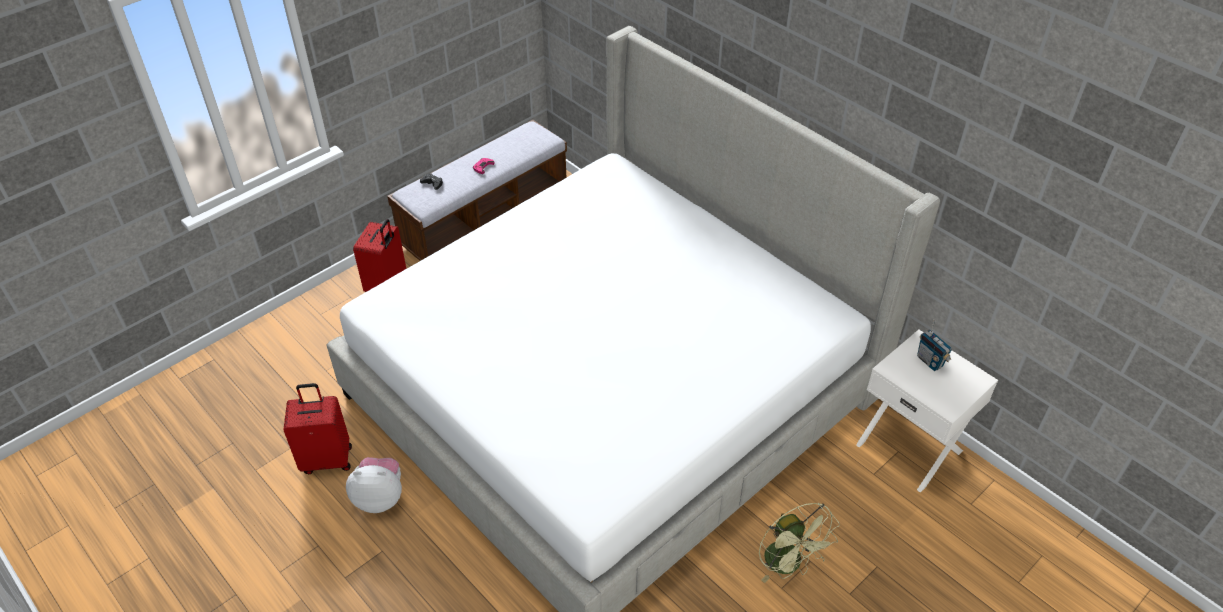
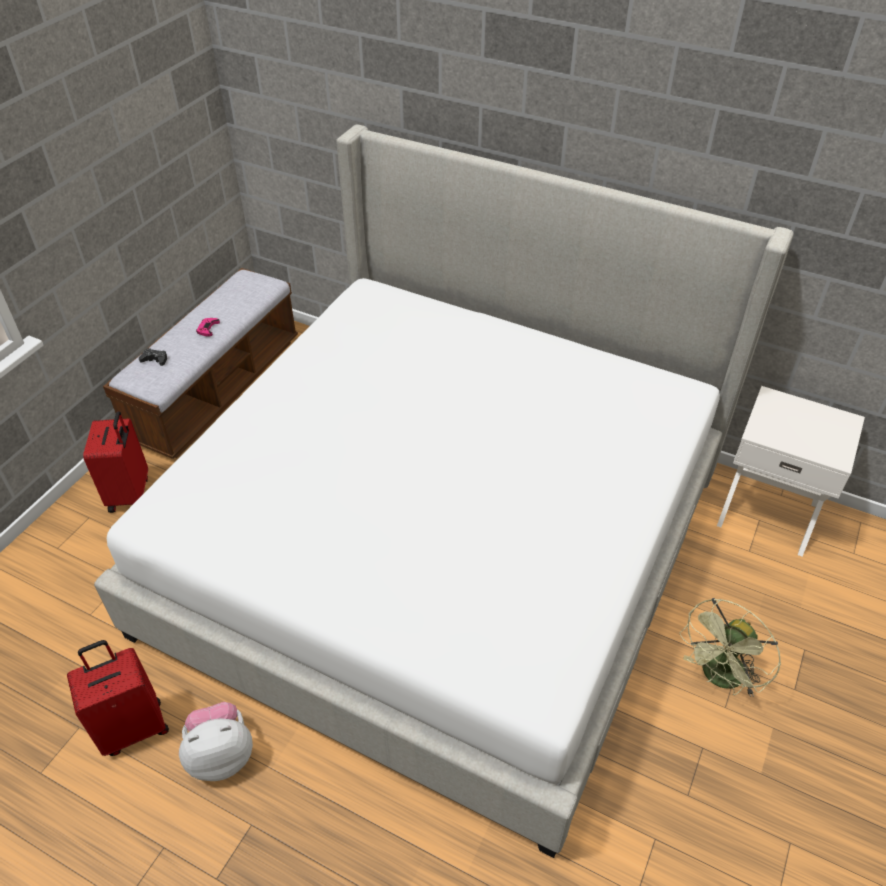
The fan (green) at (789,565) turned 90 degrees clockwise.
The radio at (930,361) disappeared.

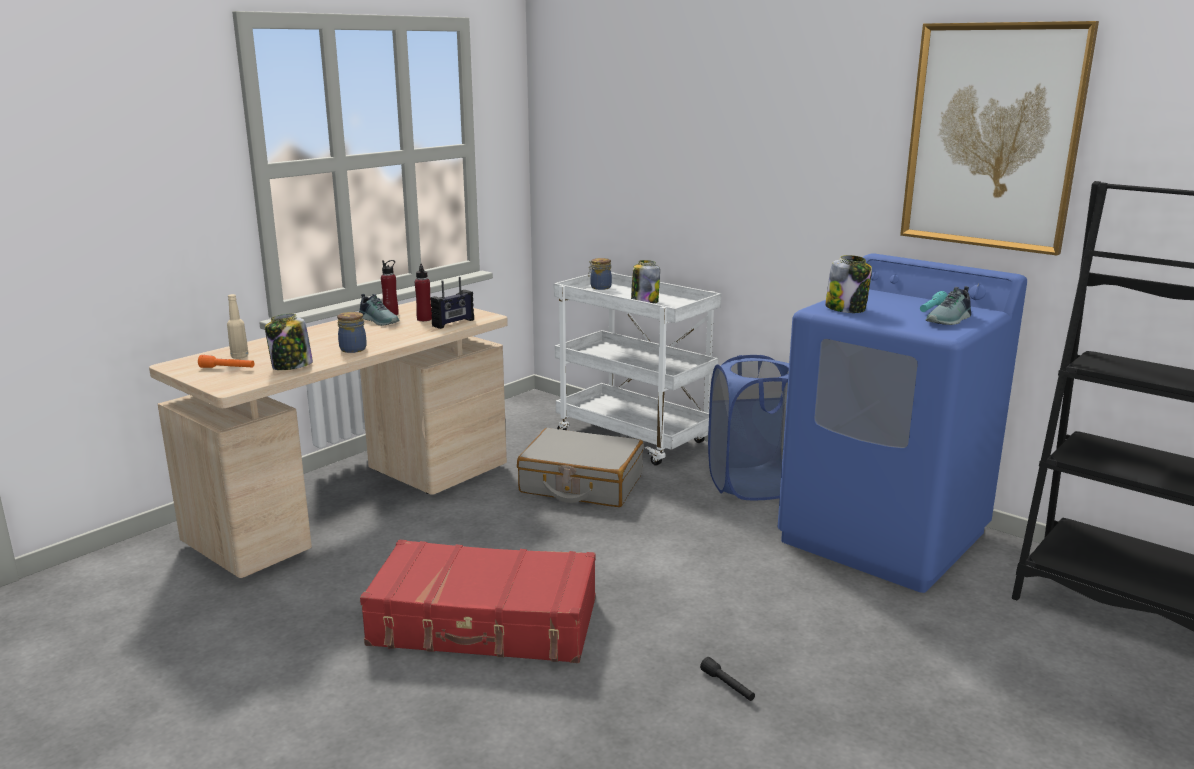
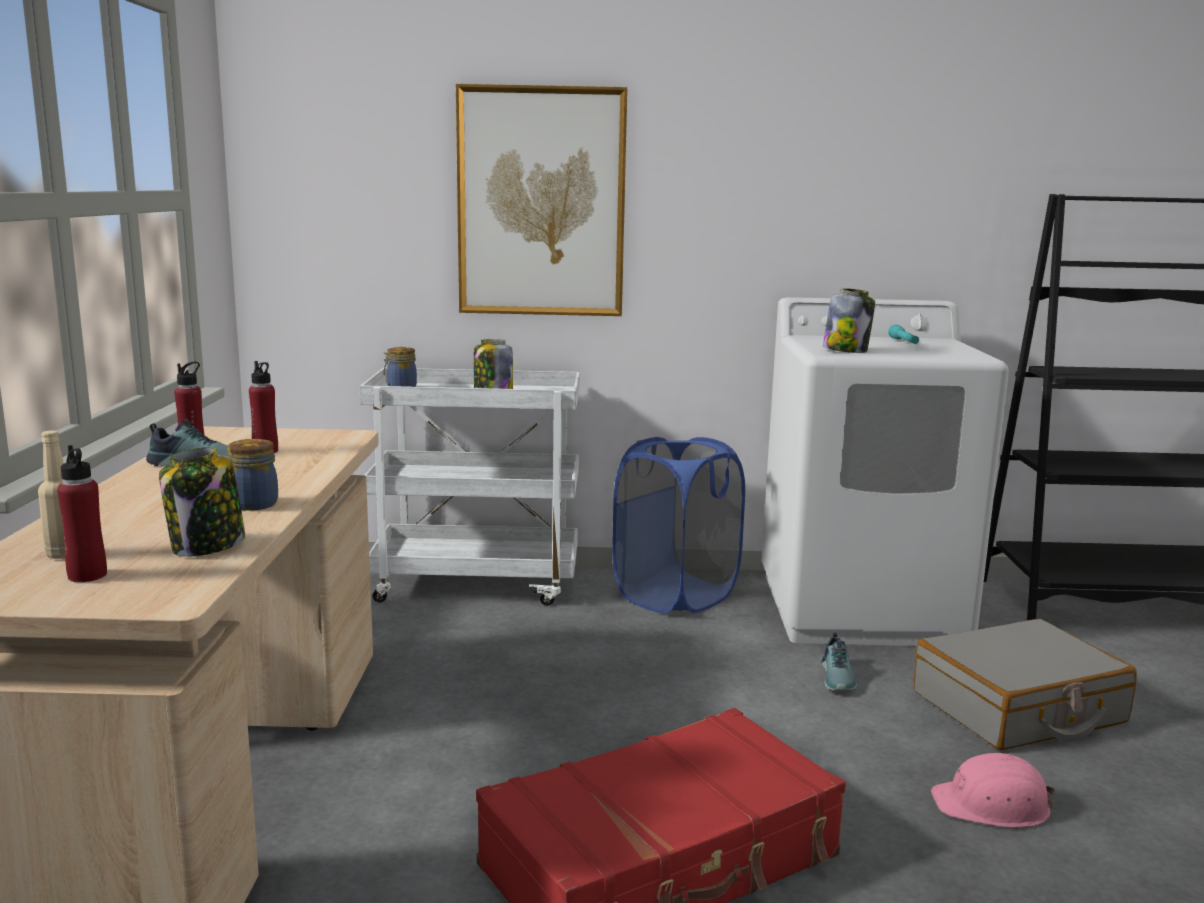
The flashlight (orange) at (227,368) was replaced by the bottle (red) at (87,575).
The radio at (453,323) disappeared.
The suitcase (grey) moved from (581,484) to (1018,708).
The flashlight (black) at (727,686) was replaced by the hard hat (pink) at (992,805).
The washing machine (blue) at (884,537) became the washing machine (white) at (861,608).
The picture moved from (992,137) to (541,202).
The shoe moved from (950,320) to (839,678).

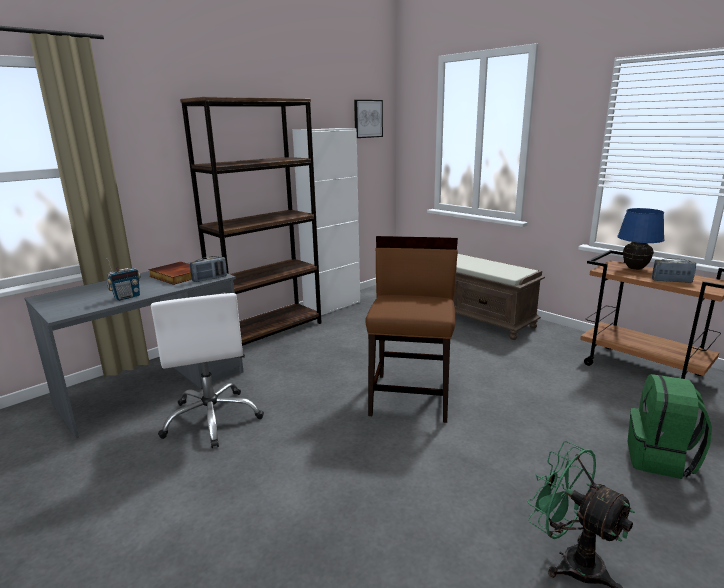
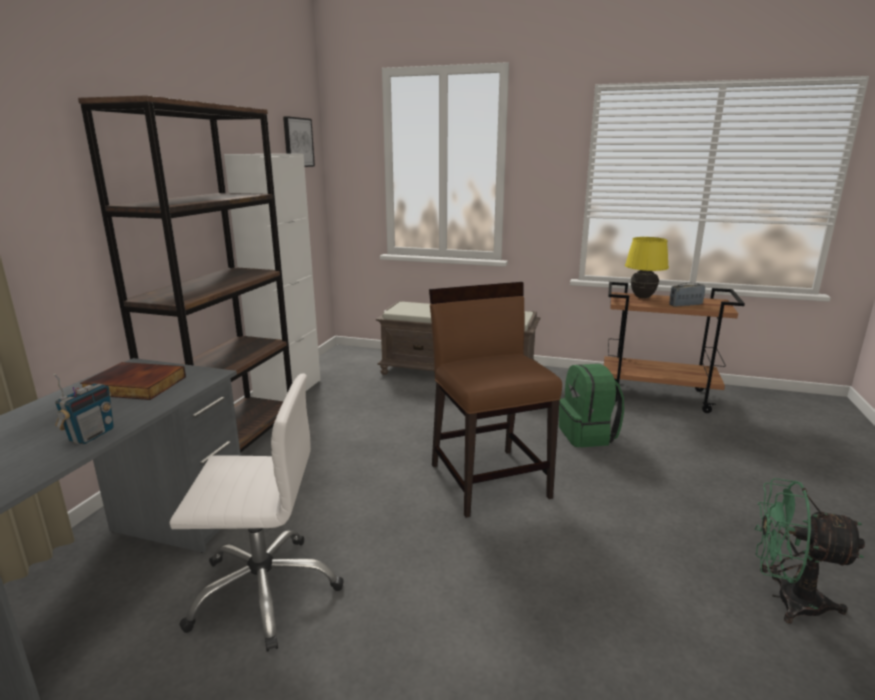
The office chair (white) at (213,418) turned 45 degrees counterclockwise.
The radio at (210,279) disappeared.
The table lamp (blue) at (635,268) became the table lamp (yellow) at (642,297).
The backpack (green) moved from (660,459) to (588,435).

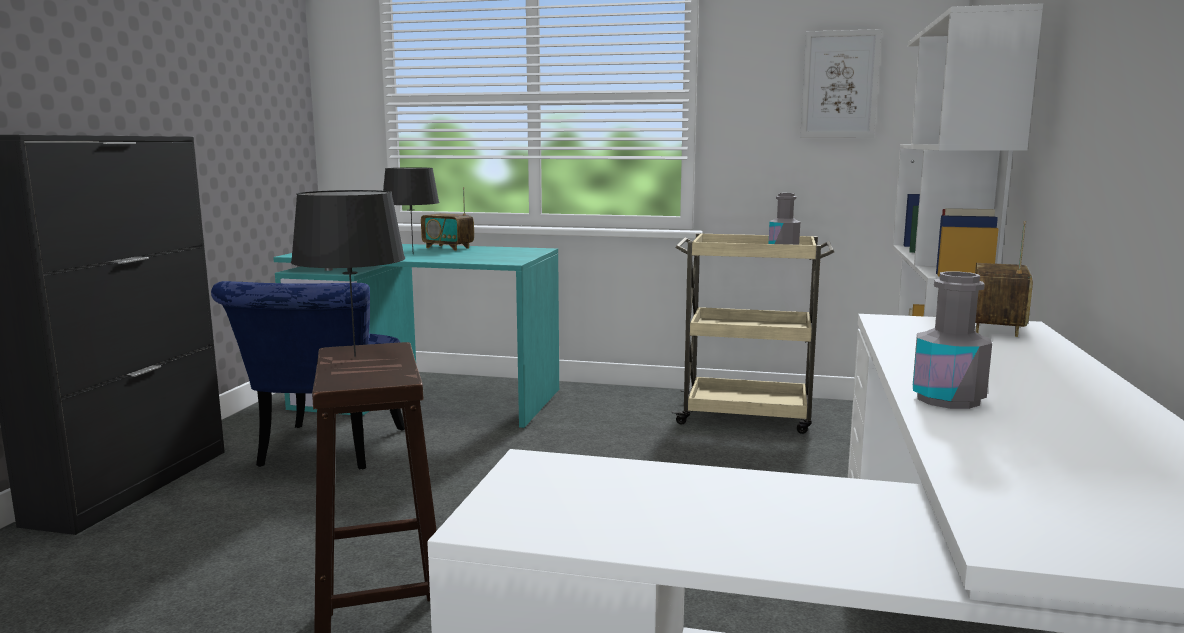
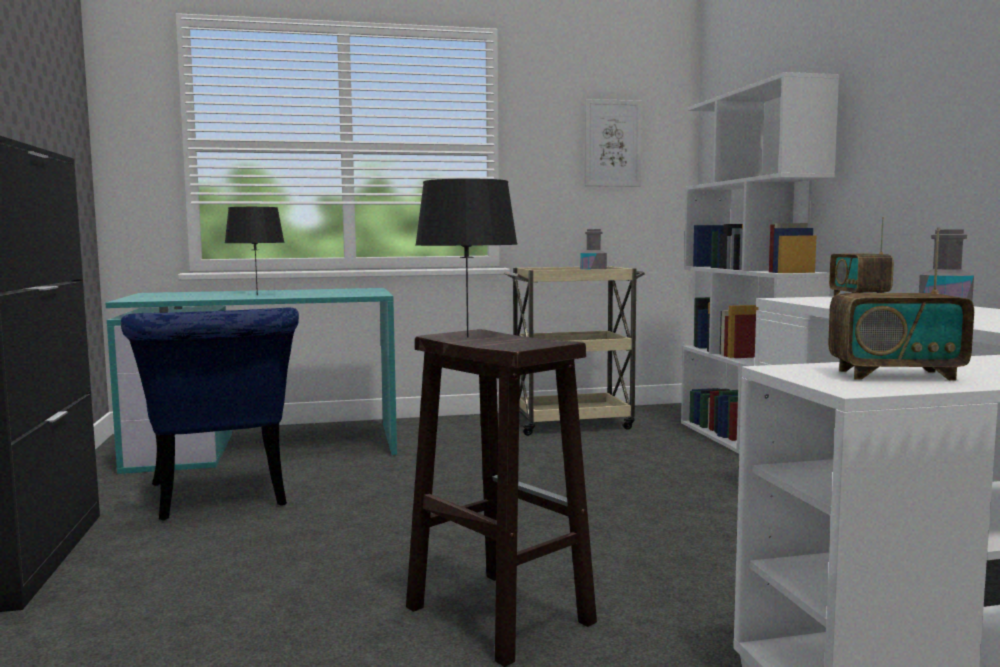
The radio moved from (448,248) to (895,375).

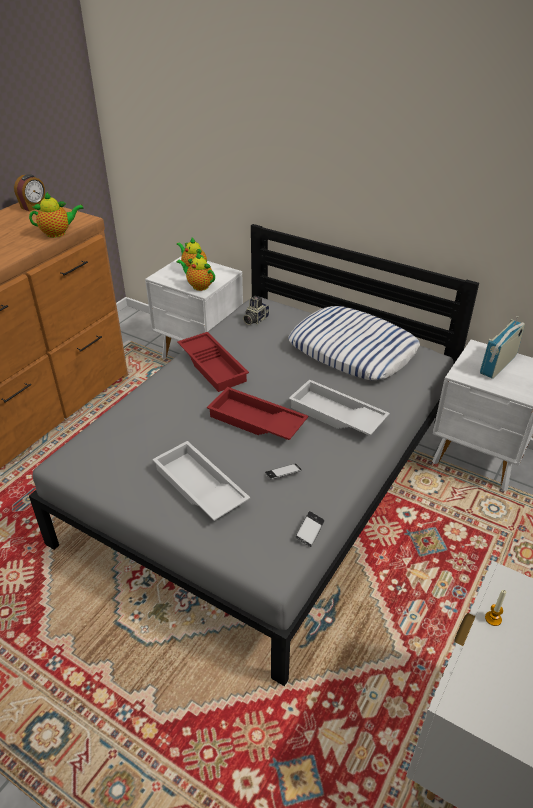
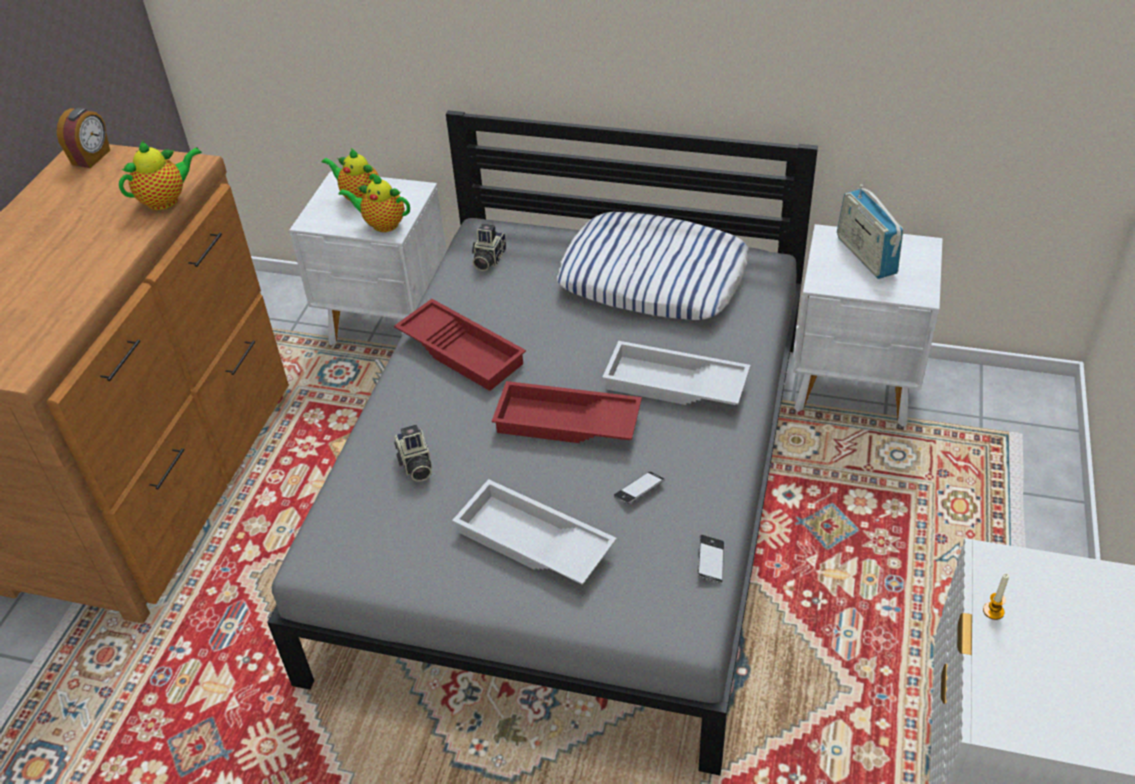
The radio at (498,364) turned 45 degrees counterclockwise.
The photo camera at (415,465) appeared.

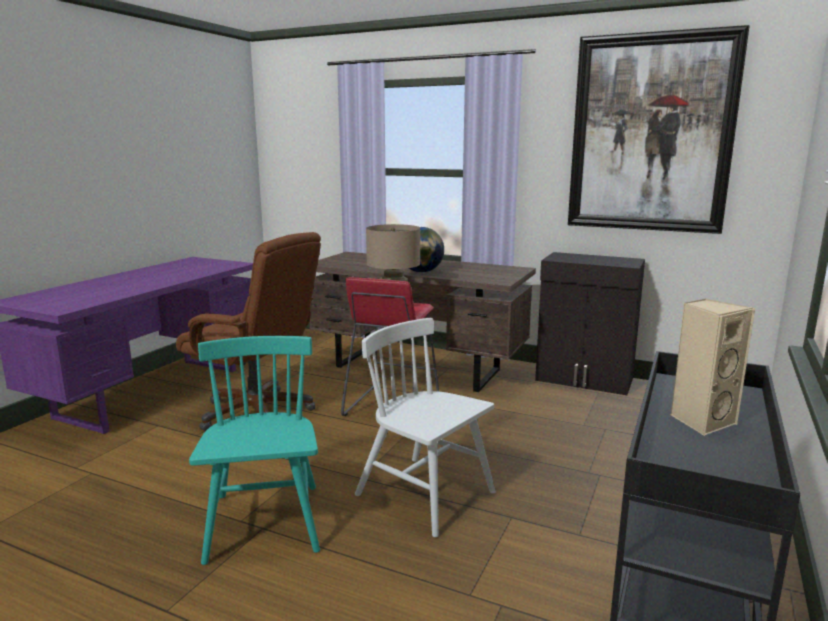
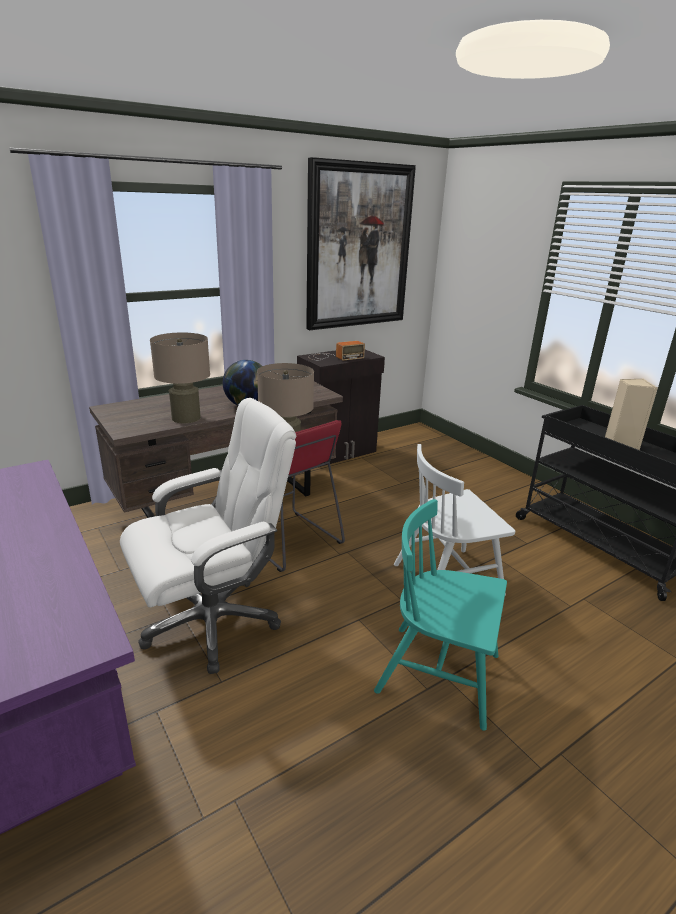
The office chair (brown) at (257,412) became the office chair (white) at (213,621).
The table lamp (beige) at (186,418) appeared.
The radio at (333,357) appeared.

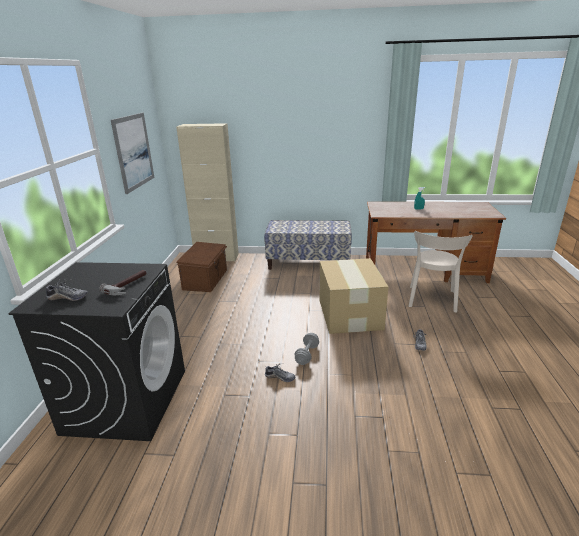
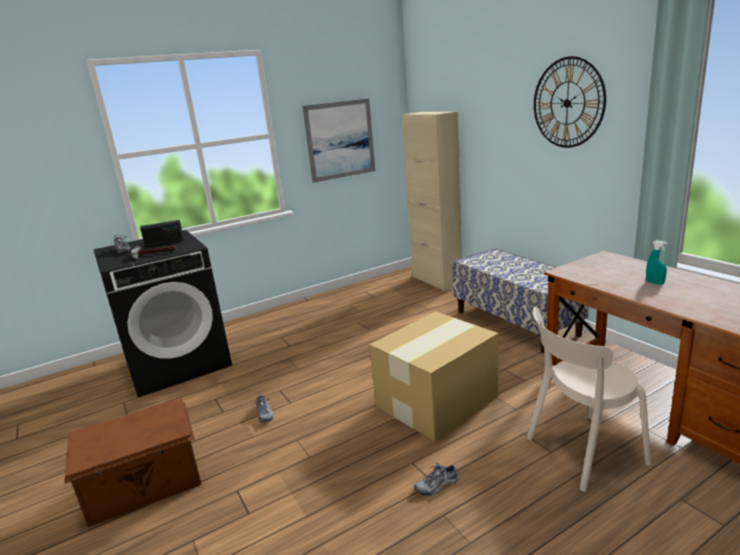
The storage box (brown) moved from (206,279) to (145,485).
The dumbbell (grey) at (307,355) disappeared.
The radio at (164,243) appeared.
The wall clock at (567,103) appeared.

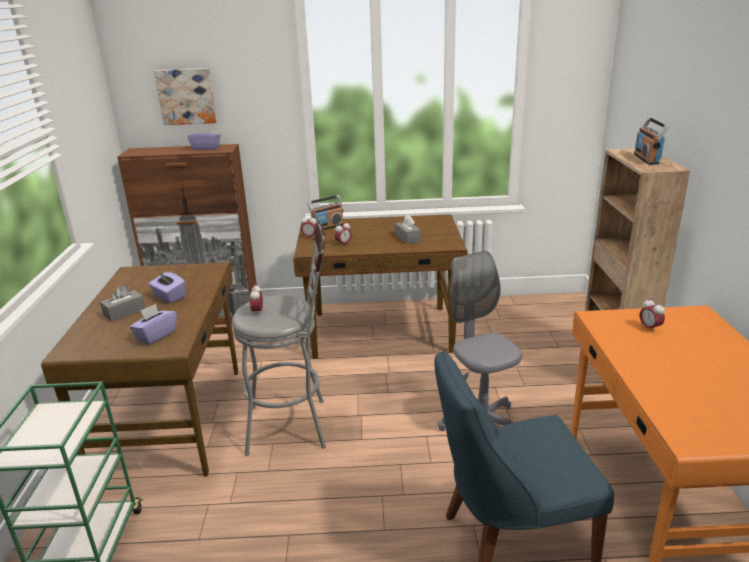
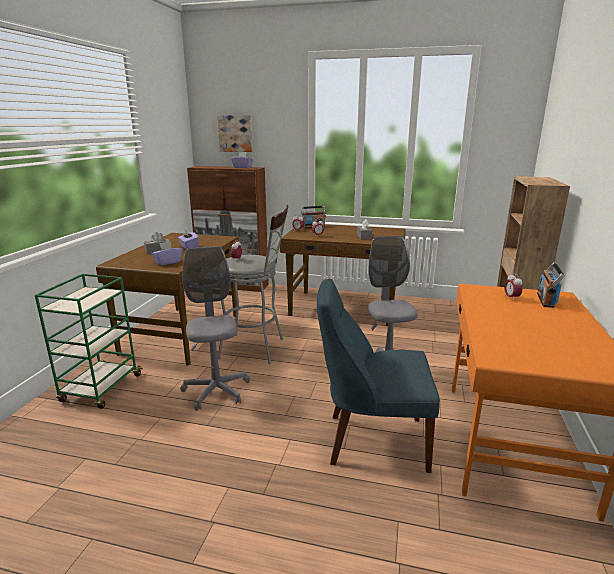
The radio moved from (646,159) to (546,300).
The office chair (grey) at (216,391) appeared.

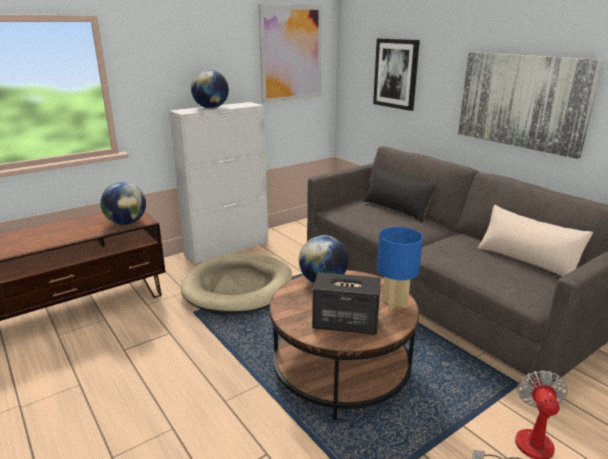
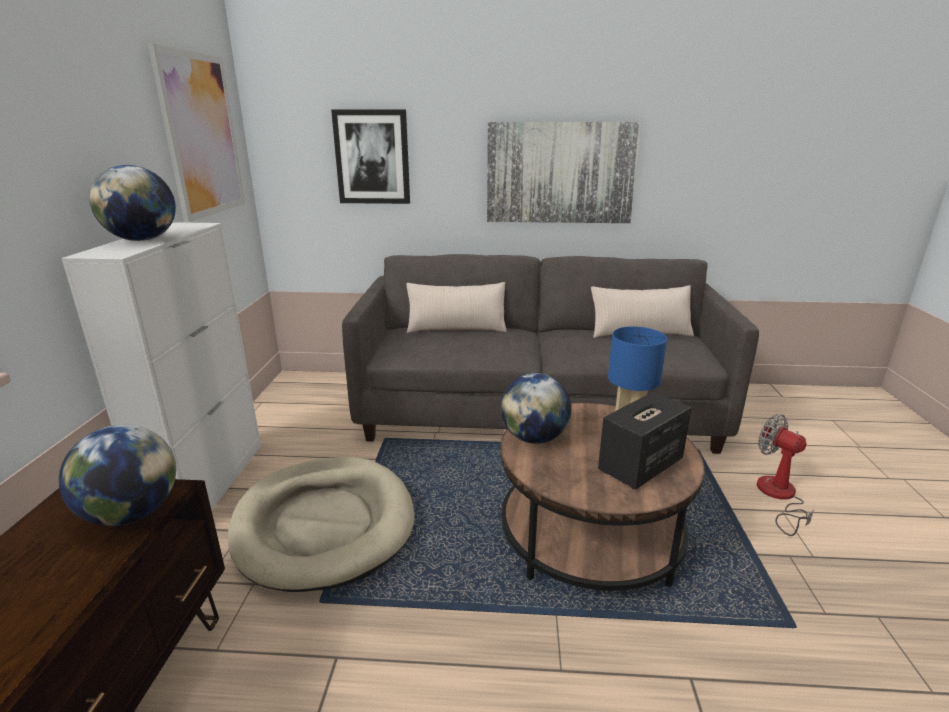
The pillow (black) at (396,209) became the pillow (beige) at (456,328).

